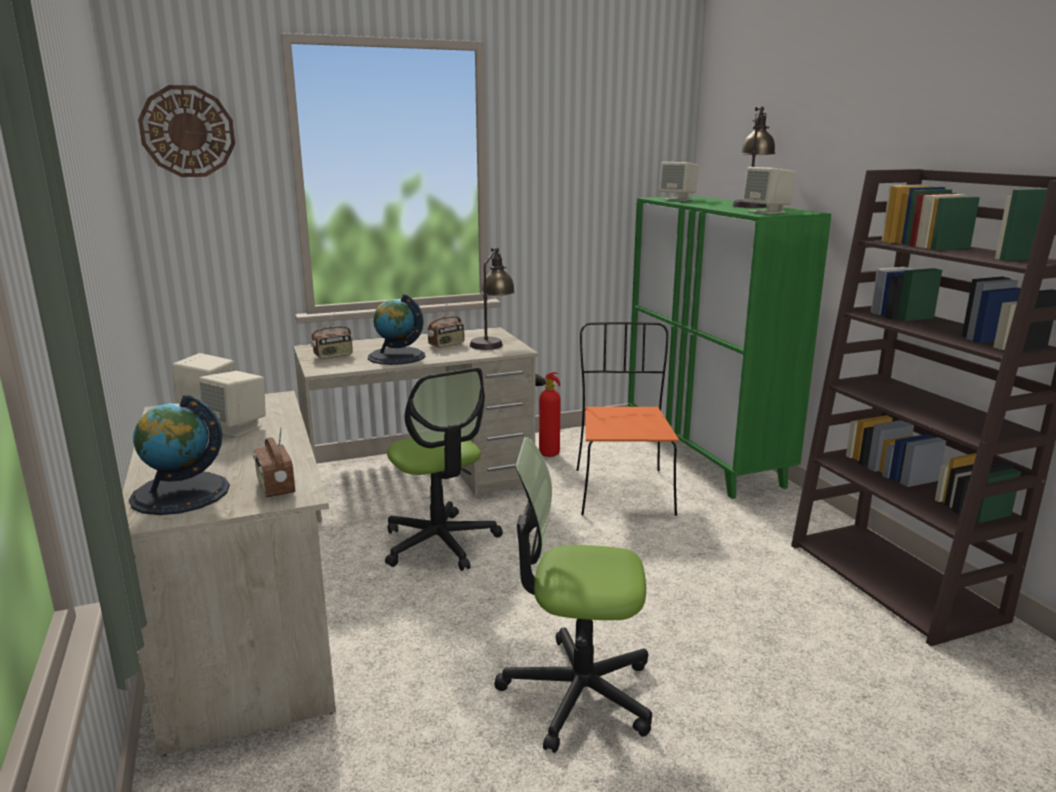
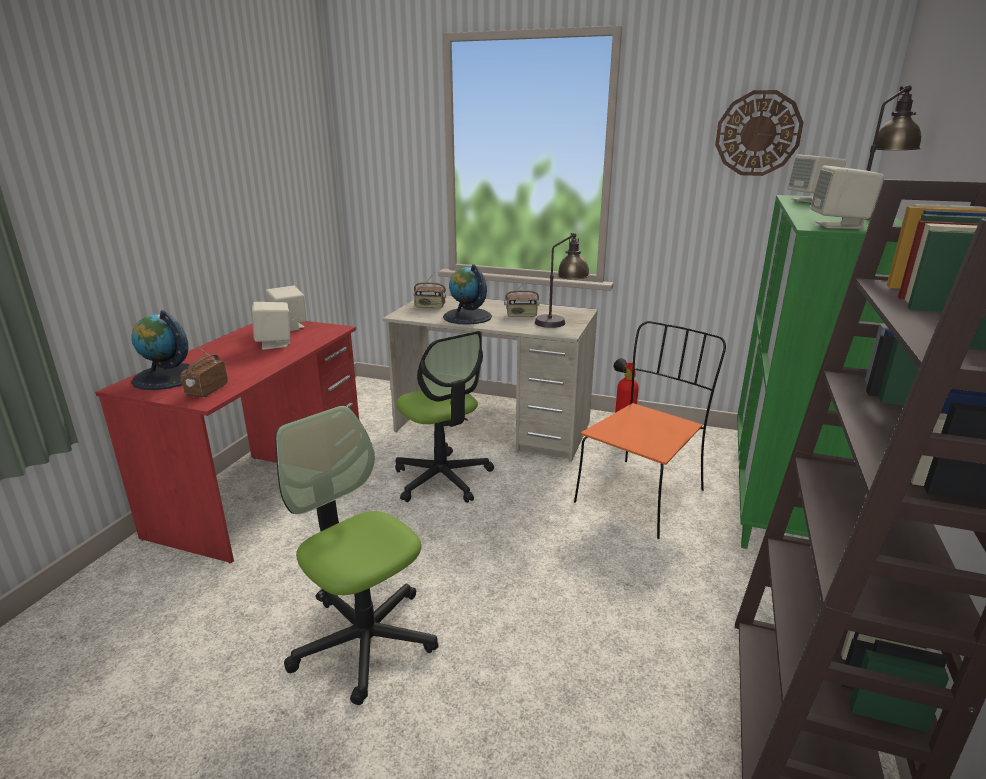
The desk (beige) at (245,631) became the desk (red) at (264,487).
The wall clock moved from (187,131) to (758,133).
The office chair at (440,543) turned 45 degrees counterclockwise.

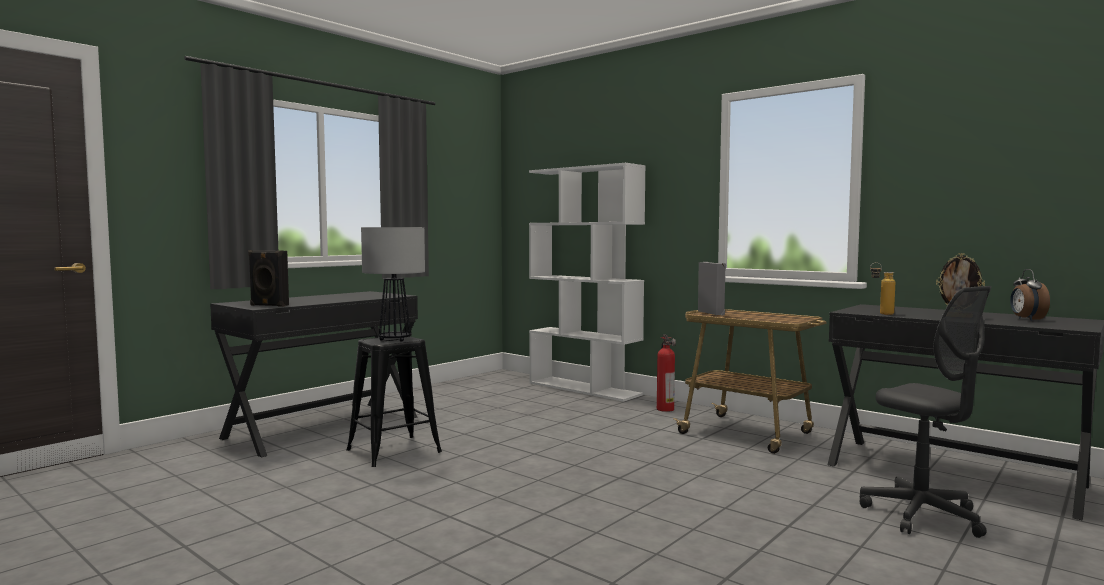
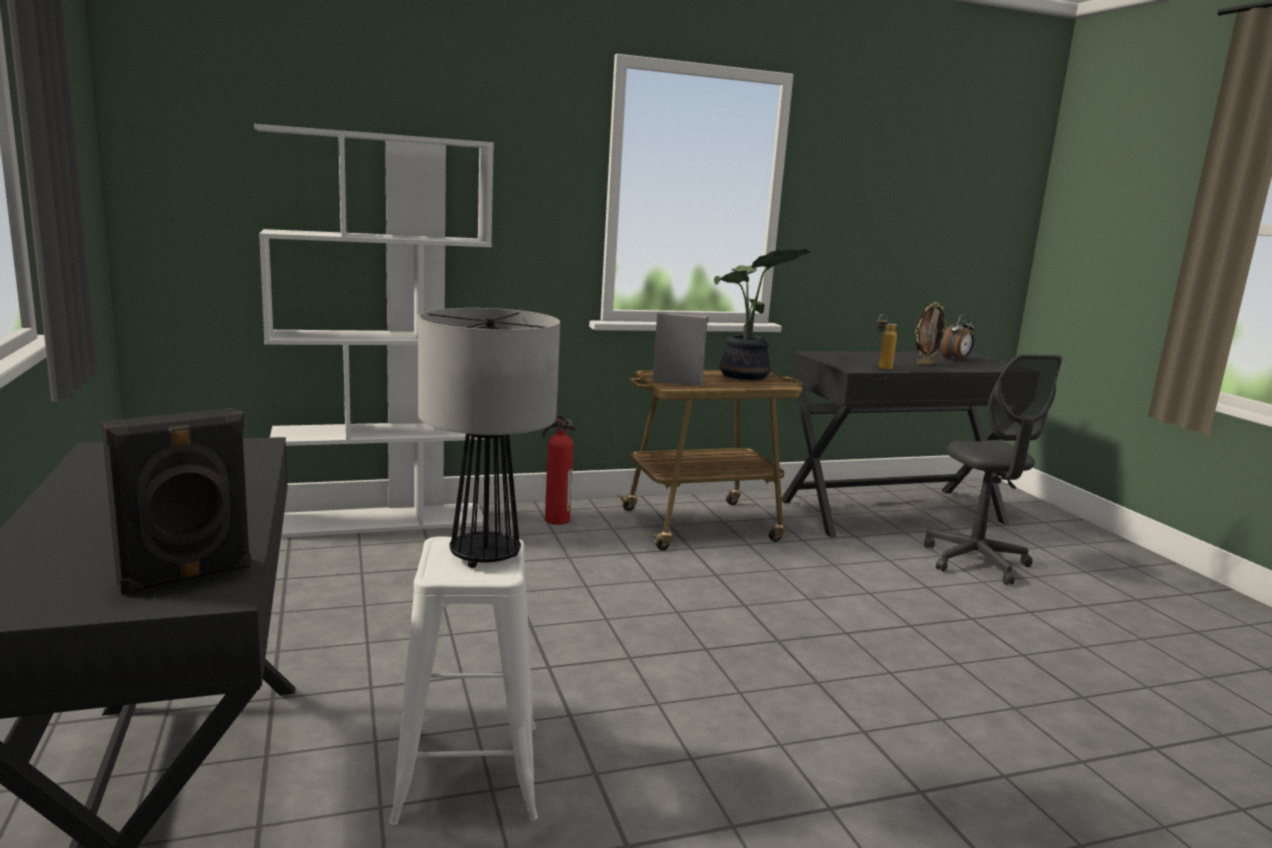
The stool (black) at (394,451) became the stool (white) at (468,770).
The office chair (grey) at (922,515) turned 75 degrees clockwise.
The alarm clock at (1026,319) turned 75 degrees counterclockwise.
The potted plant at (745,376) appeared.

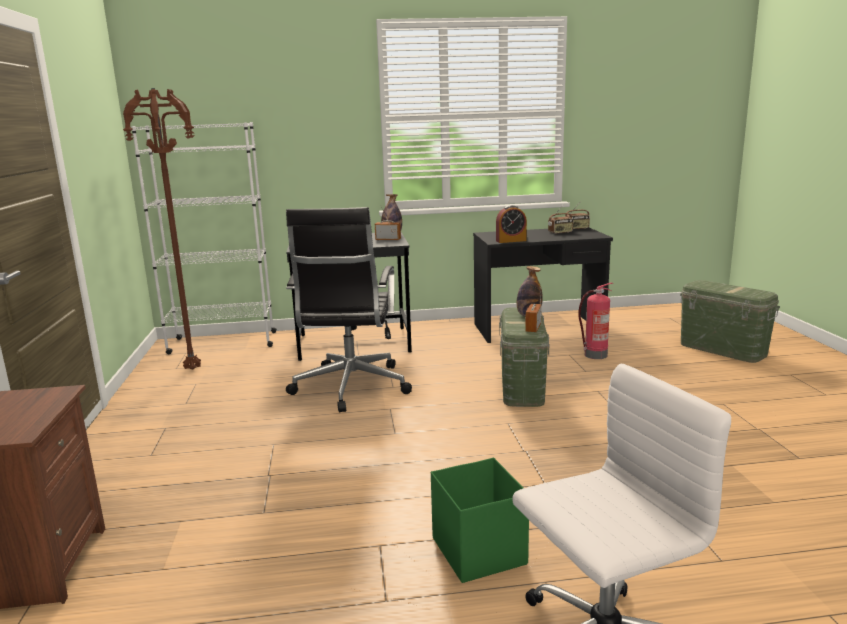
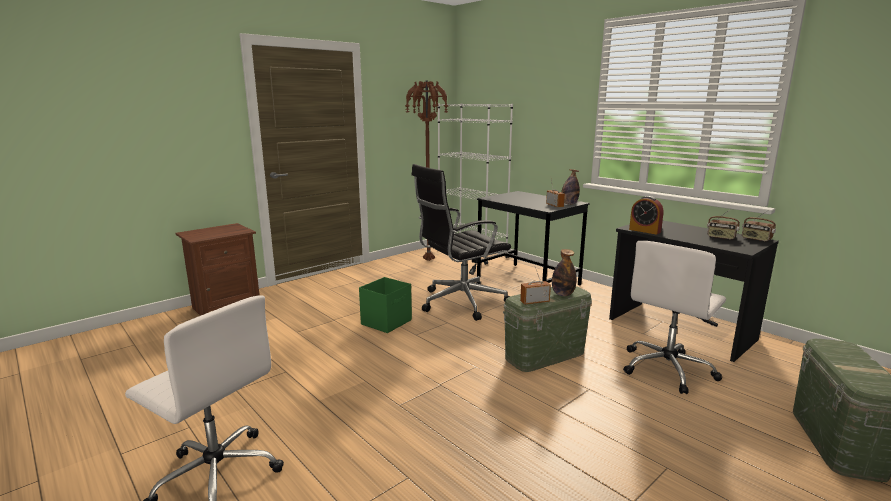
The storage box (green) moved from (478,550) to (387,322).
The fire extinguisher at (595,355) was replaced by the office chair (white) at (668,369).

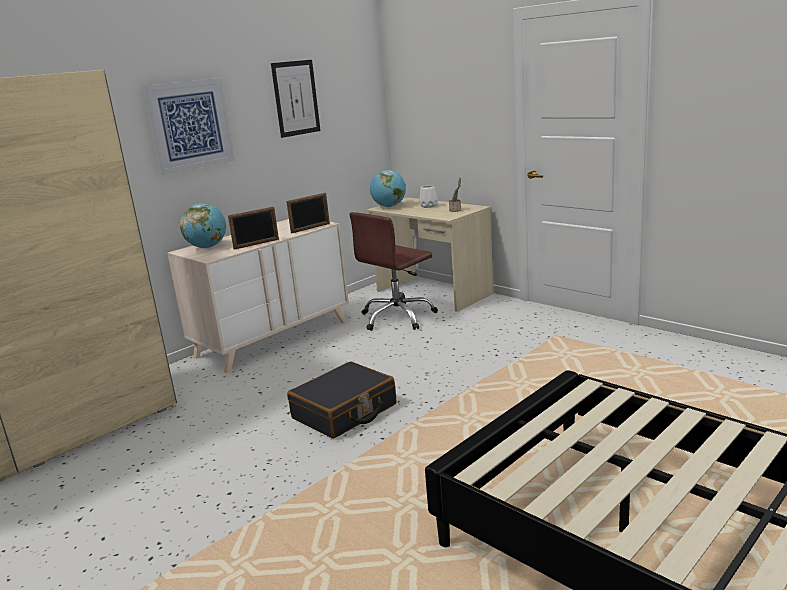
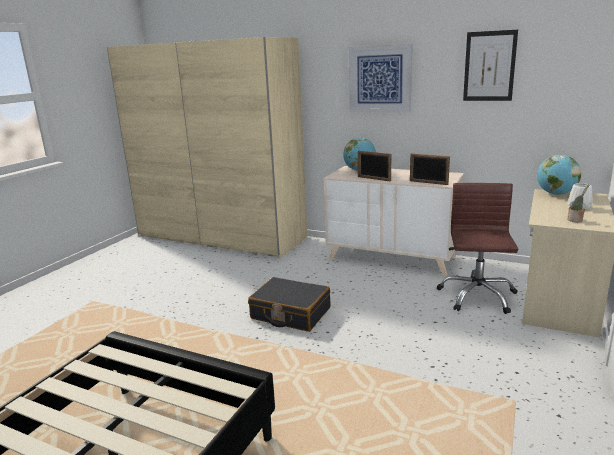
The office chair (brown) at (398,317) turned 75 degrees clockwise.

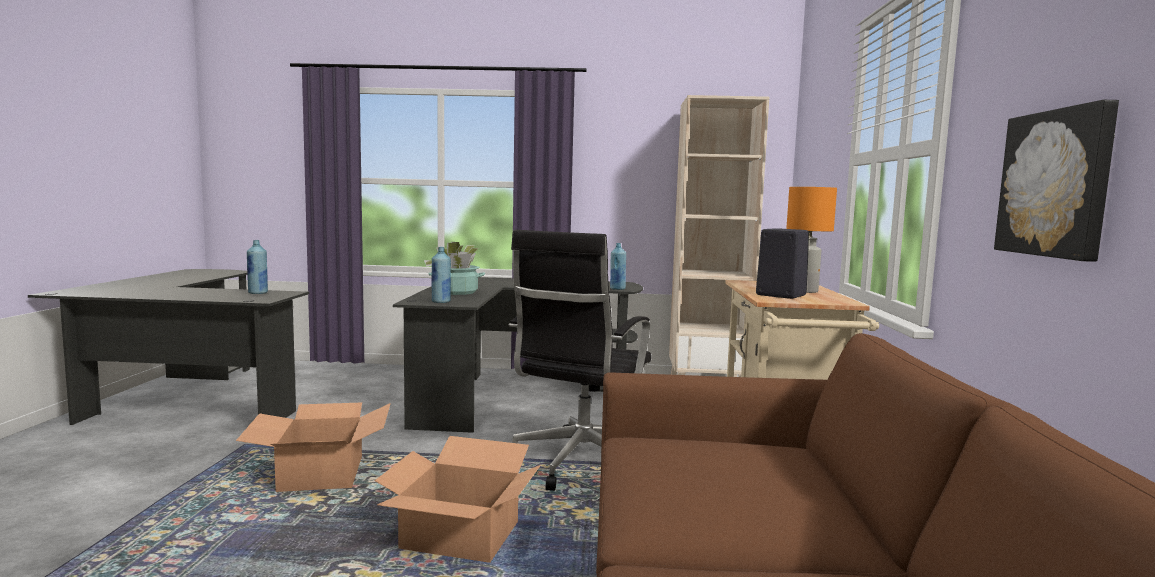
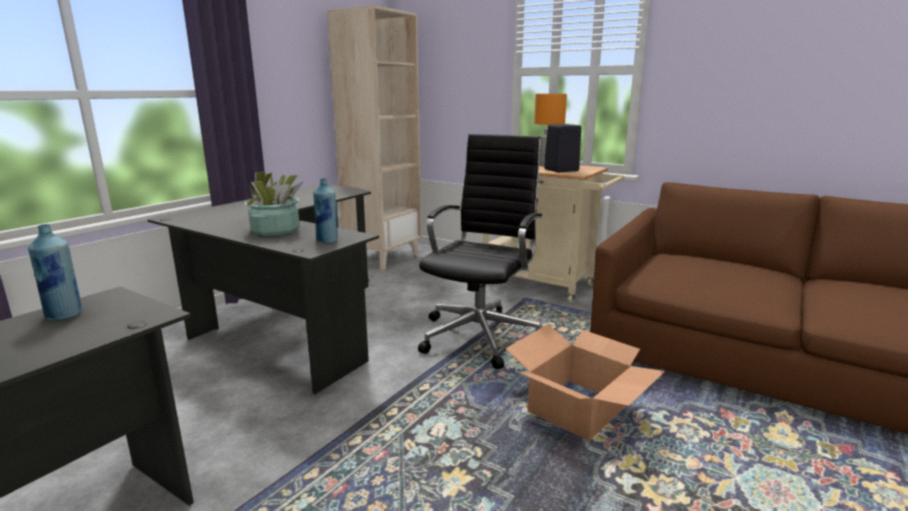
The cardboard box at (320,474) disappeared.
The office chair (black) at (579,463) turned 120 degrees counterclockwise.
The bottle (blue) at (617,289) disappeared.
The picture at (1057,183) disappeared.

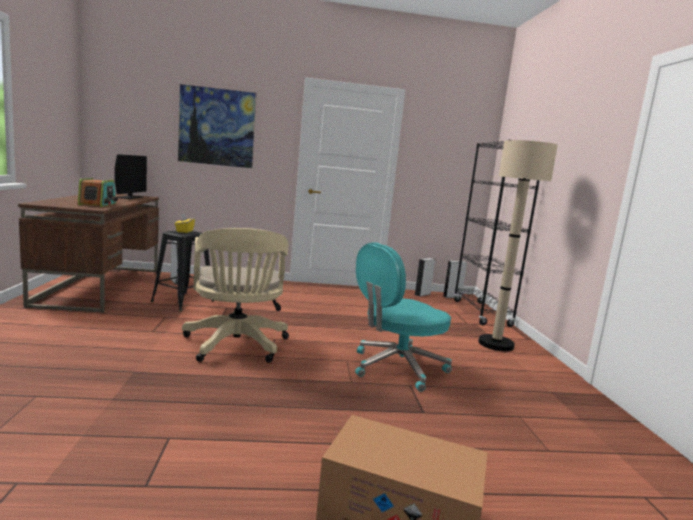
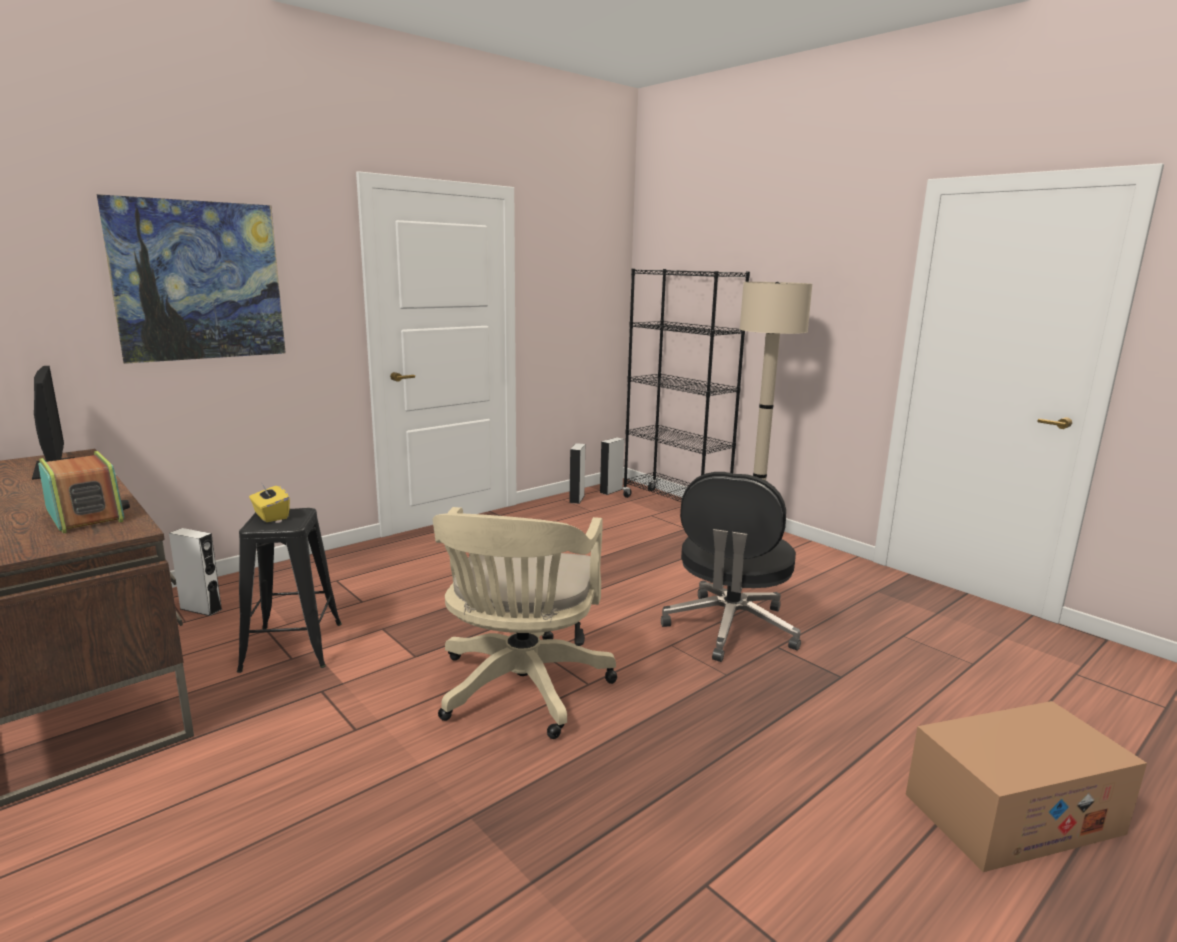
The office chair (beige) at (236,346) turned 60 degrees clockwise.
The office chair (turquoise) at (396,368) became the office chair (black) at (730,629).

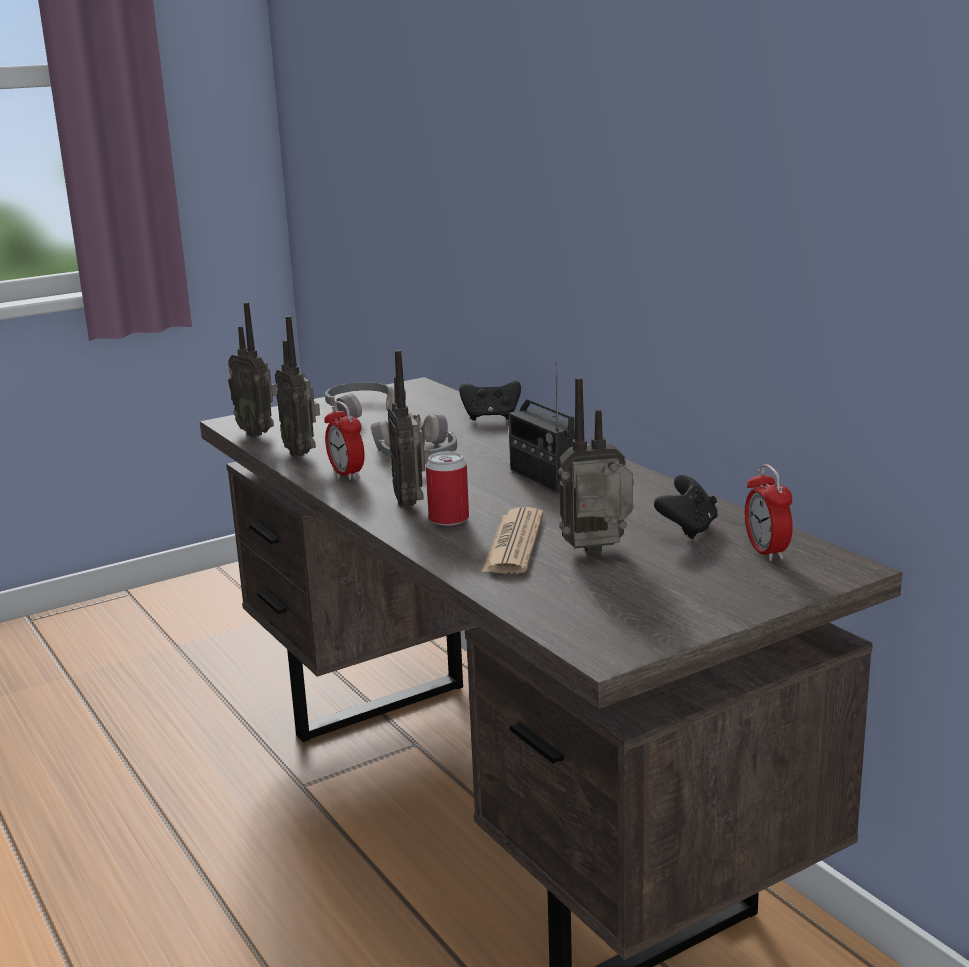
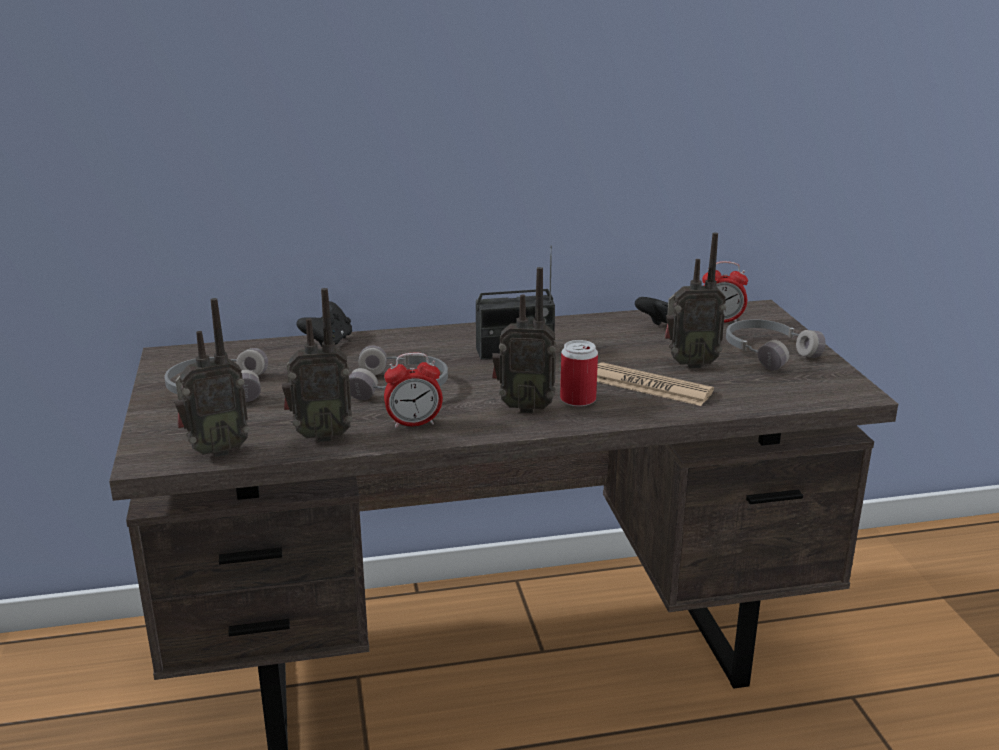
The radio at (599,553) turned 105 degrees counterclockwise.
The headphones (grey) at (768,352) appeared.

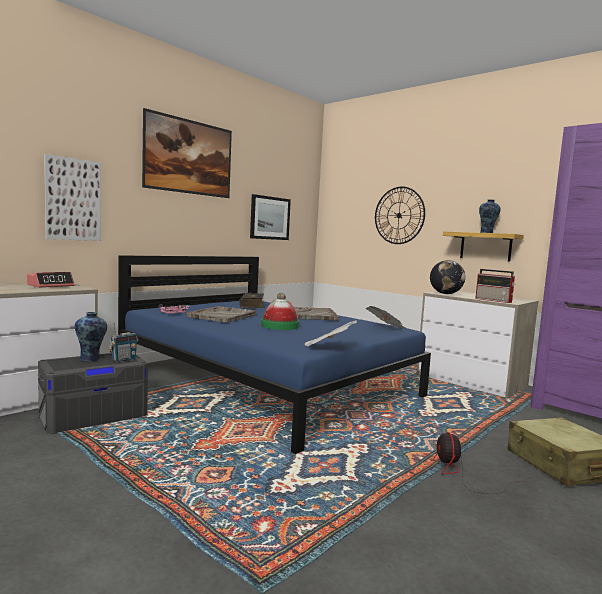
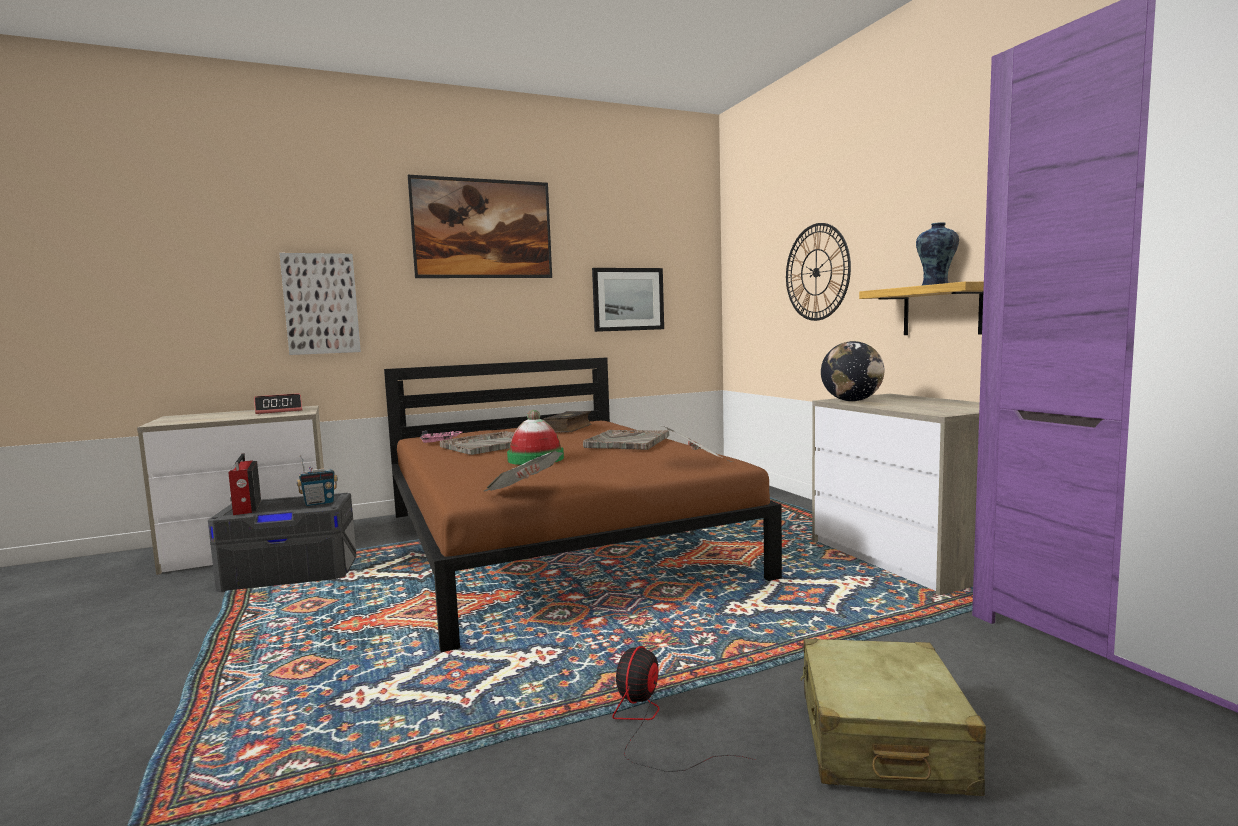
The vase at (91,359) disappeared.
The bed (blue) at (267,382) became the bed (brown) at (555,542).
The radio moved from (494,300) to (246,507).

